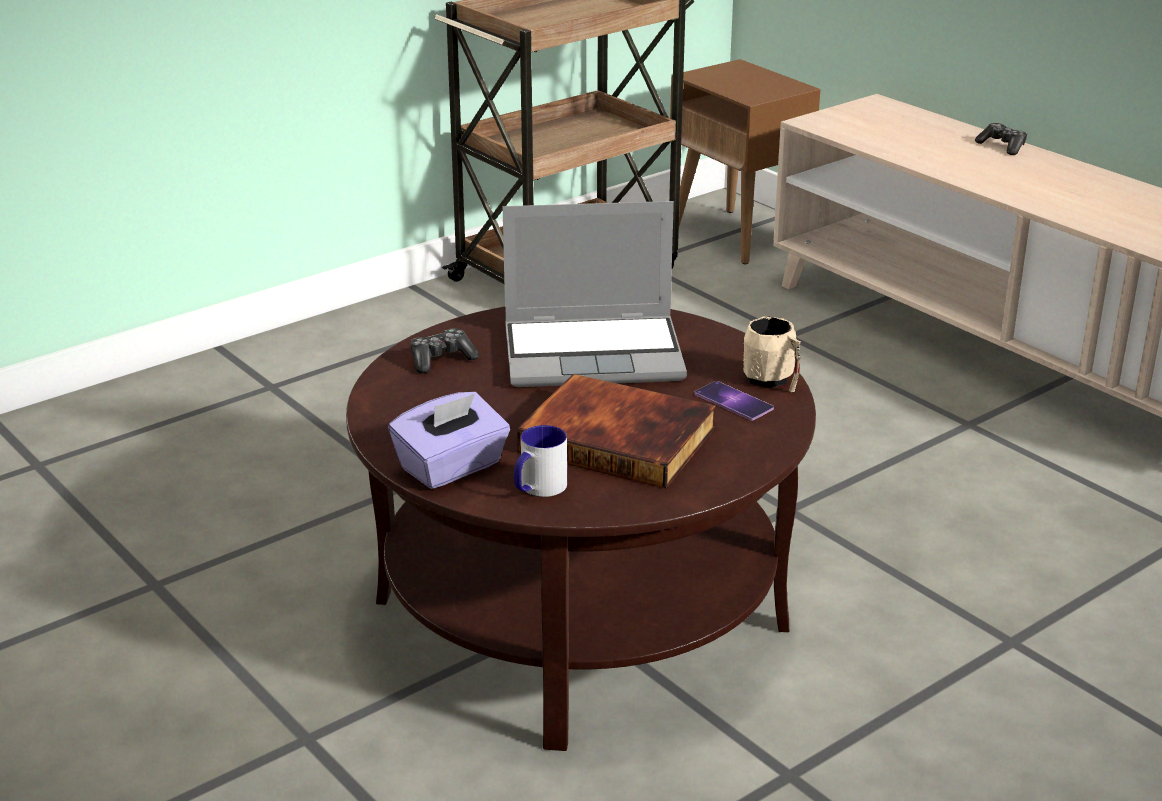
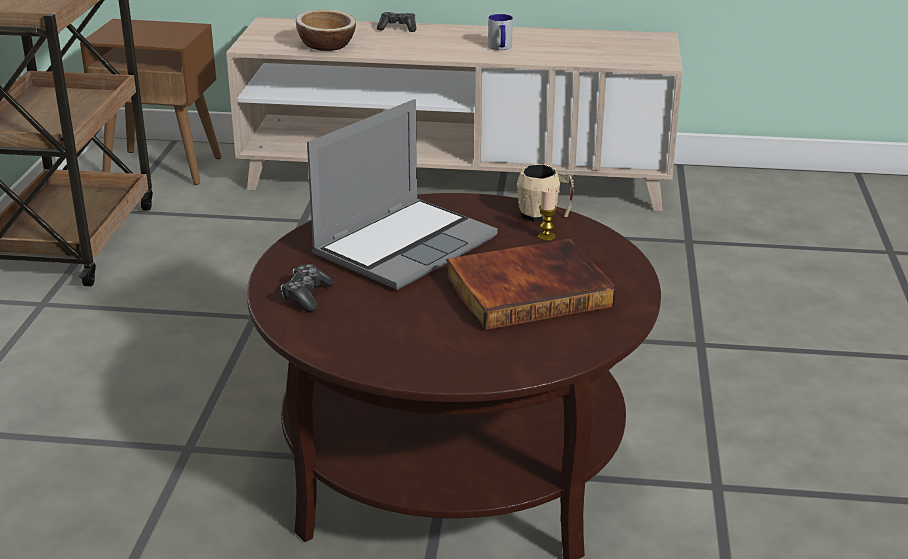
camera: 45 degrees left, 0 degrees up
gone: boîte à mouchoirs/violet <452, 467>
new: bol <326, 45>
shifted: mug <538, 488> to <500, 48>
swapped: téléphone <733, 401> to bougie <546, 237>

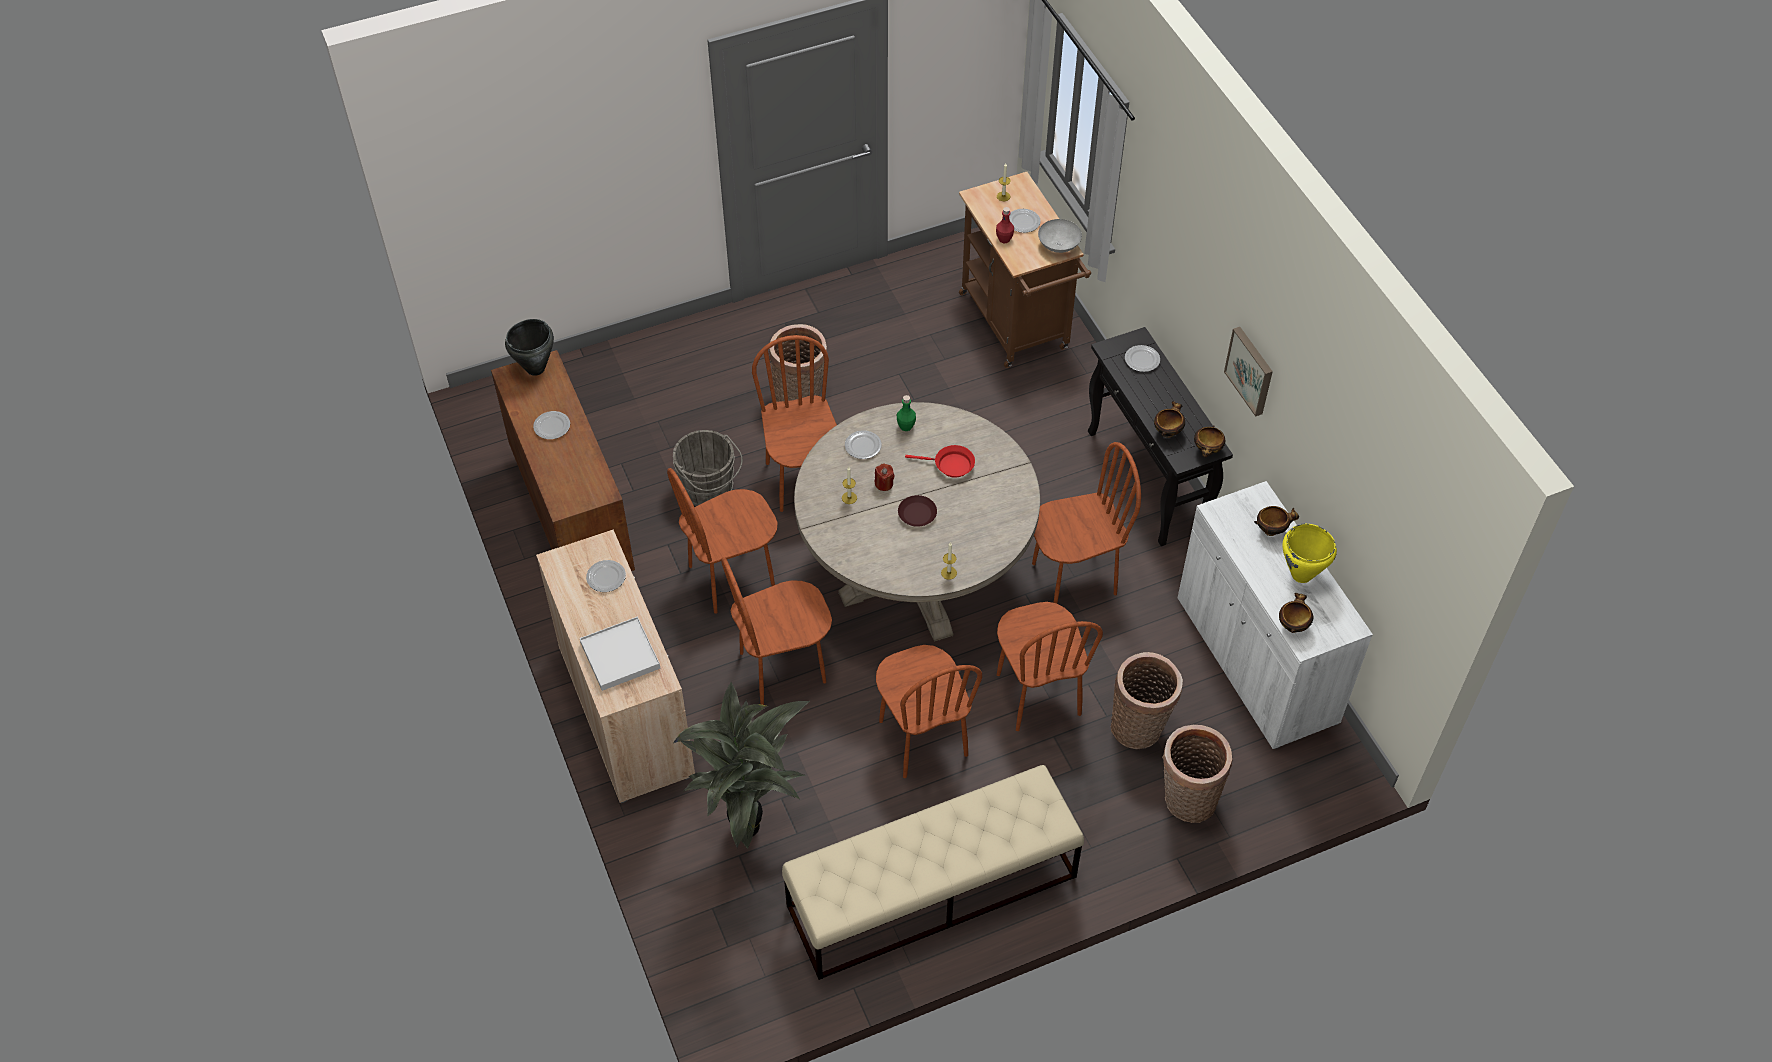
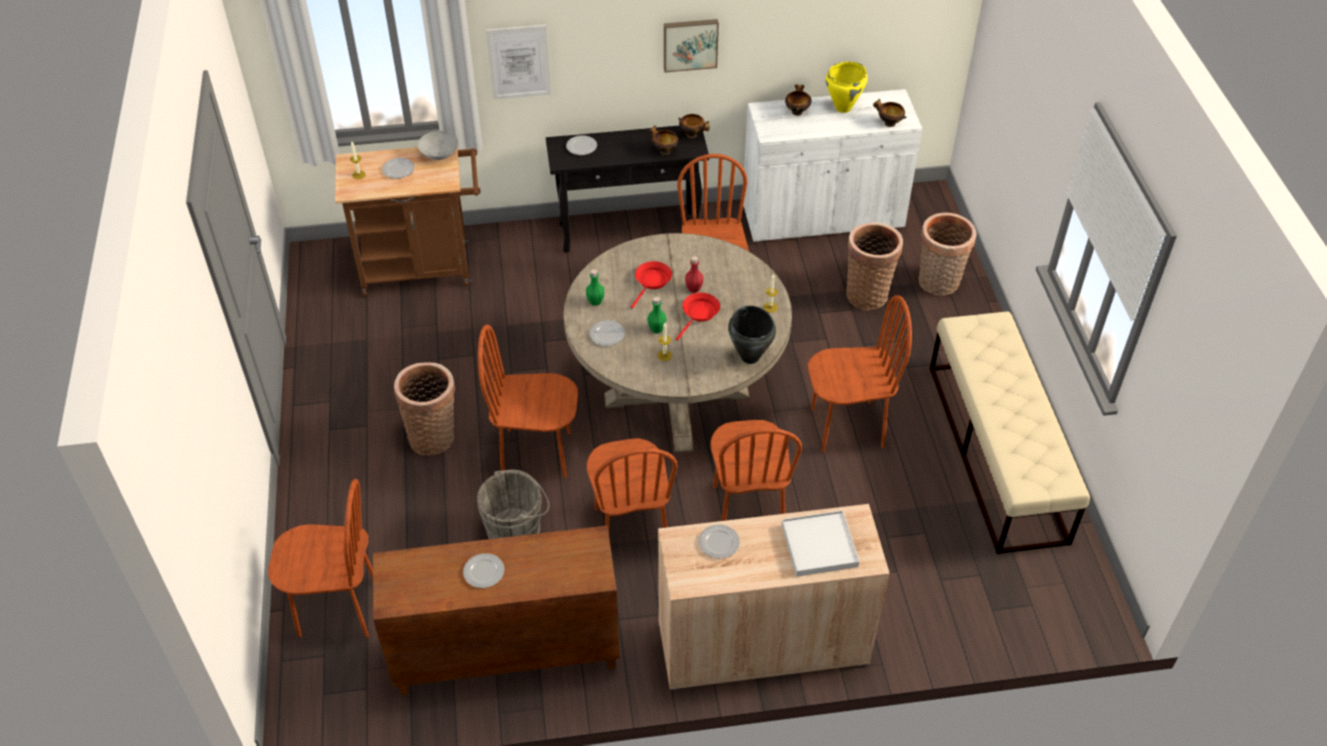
camera: 75 degrees left, 5 degrees down
gone: plante en pot <751, 830>
new: tableau <519, 62>
shifted: marmite/noir <536, 368> to <750, 356>; bouteille/rouge <1004, 239> to <694, 288>; chaise/marron <1037, 694> to <338, 608>
swapped: bougie/rouge <884, 484> to bouteille/vert <657, 329>; assiette/marron <917, 514> to poêle/rouge <699, 314>

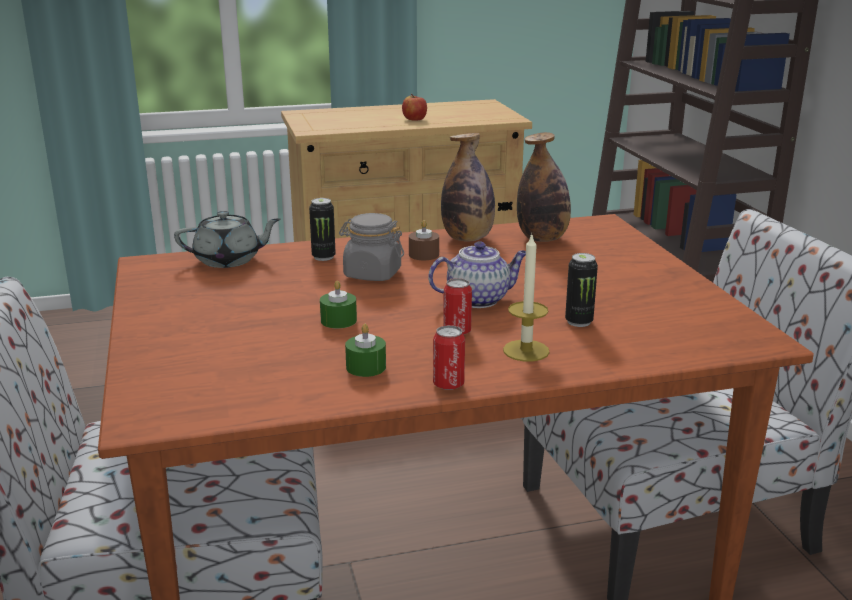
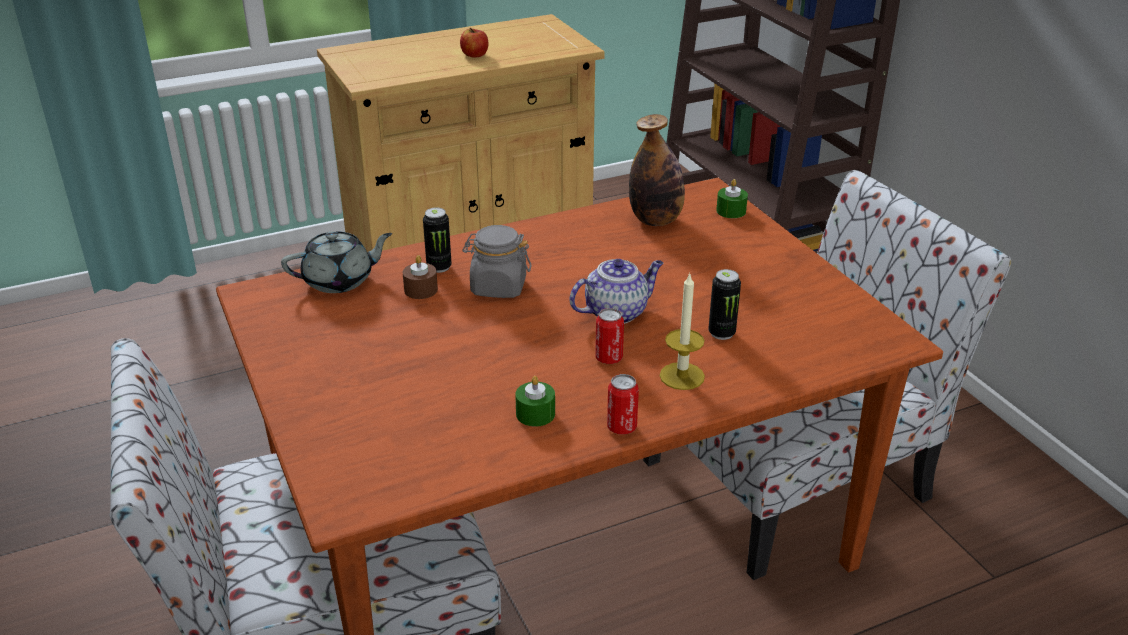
camera: 10 degrees left, 10 degrees up
gone: bouteille <467, 238>
shifted: bougie/vert <338, 320> to <731, 211>; bougie/marron <424, 255> to <421, 290>

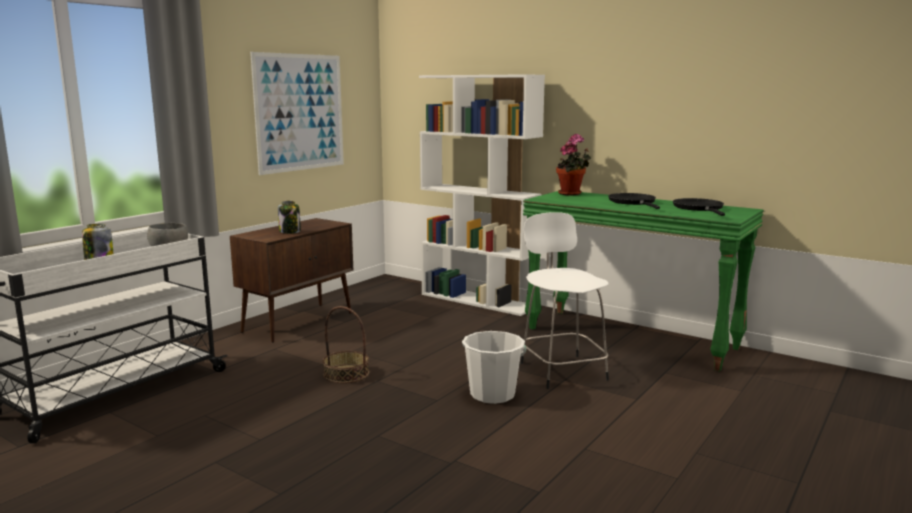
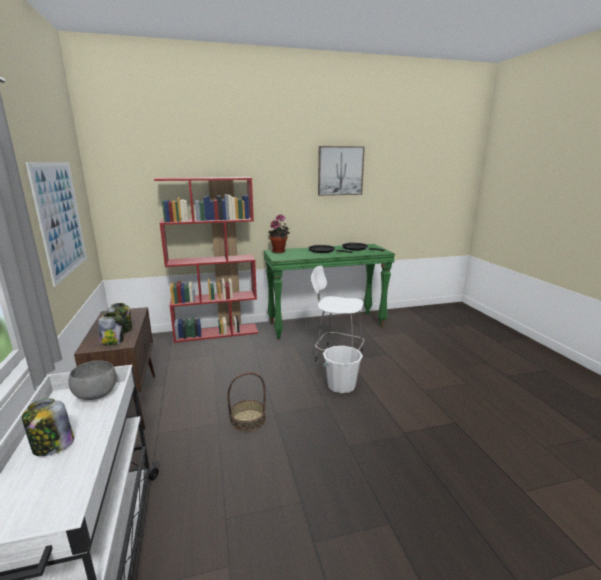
camera: 50 degrees left, 5 degrees up
new: bocal <112, 341>; tableau <340, 171>
repainted: bibliothèque/blanc <479, 300> to bibliothèque/rouge <217, 332>

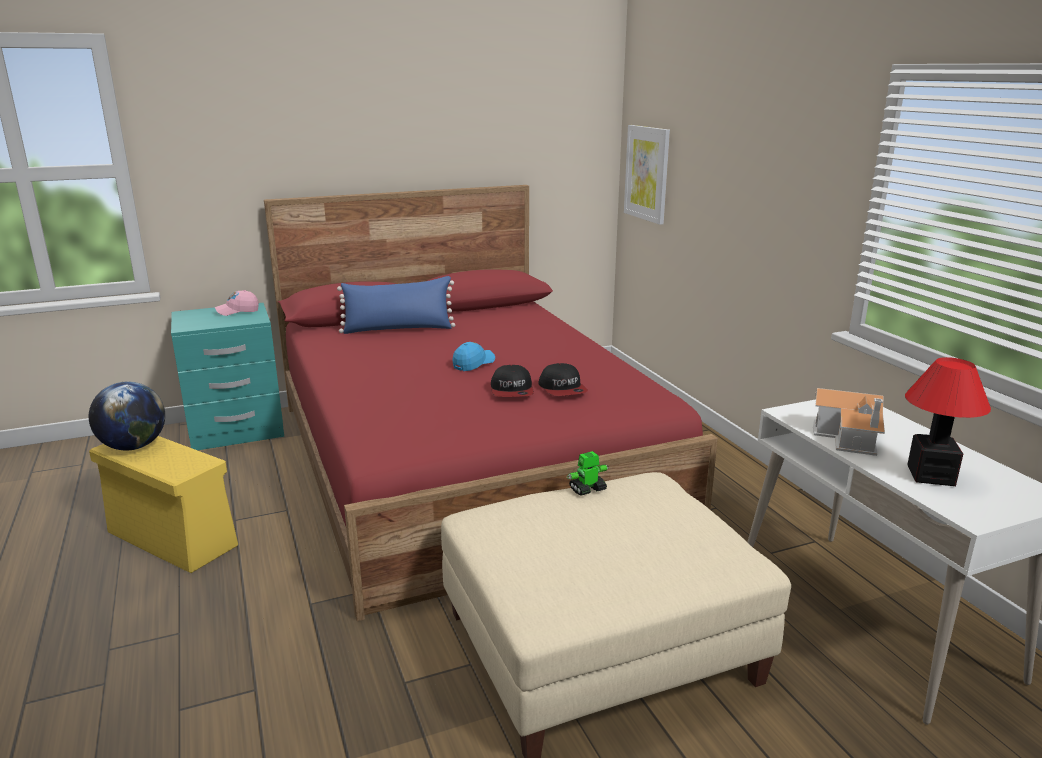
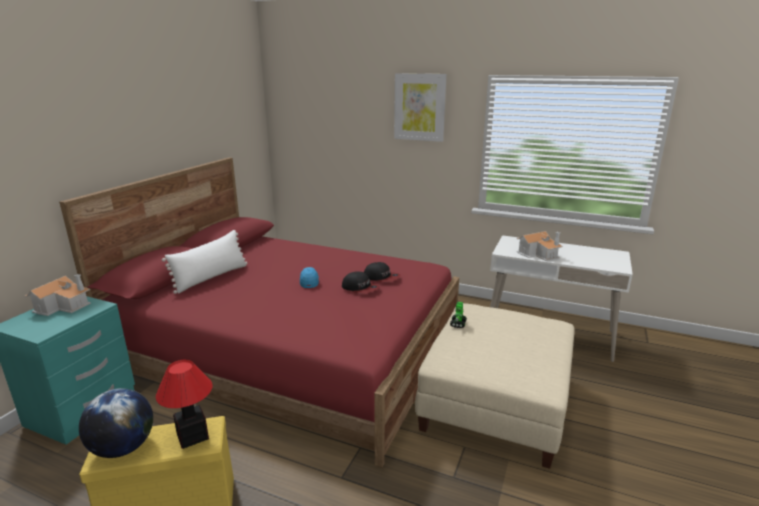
camera: 45 degrees left, 0 degrees up
shifted: tableau <647, 173> to <419, 107>; lampe de table <929, 475> to <192, 436>
swapped: casquette/rose <237, 311> to maison miniature <64, 306>
repainted: coussin/bleu <398, 329> to coussin/blanc <211, 277>

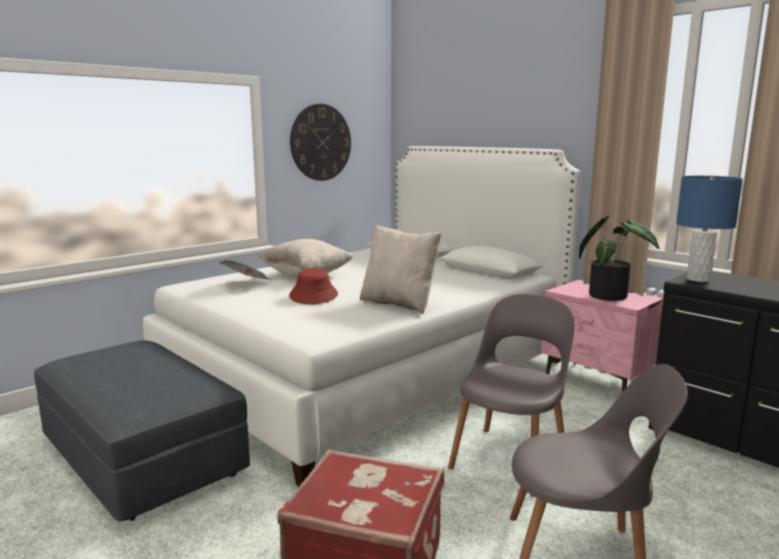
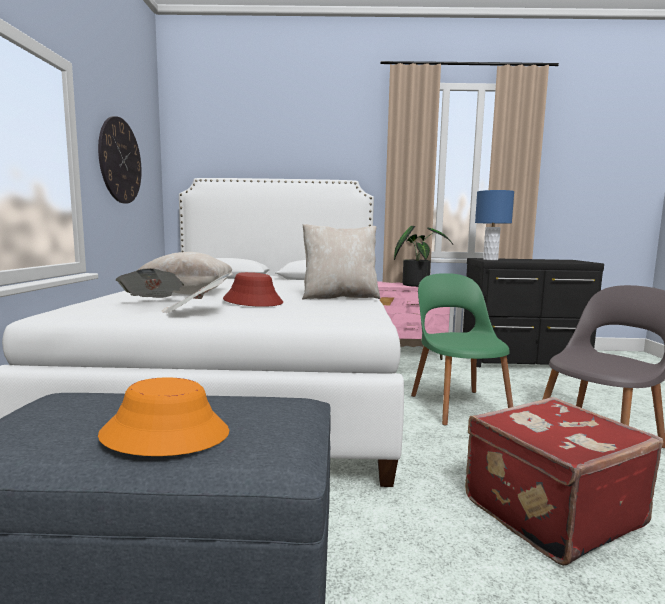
camera: 45 degrees left, 5 degrees down
new: chapeau/orange <166, 434>; journal <196, 312>
repainted: chaise/gris <510, 457> to chaise/vert <458, 405>

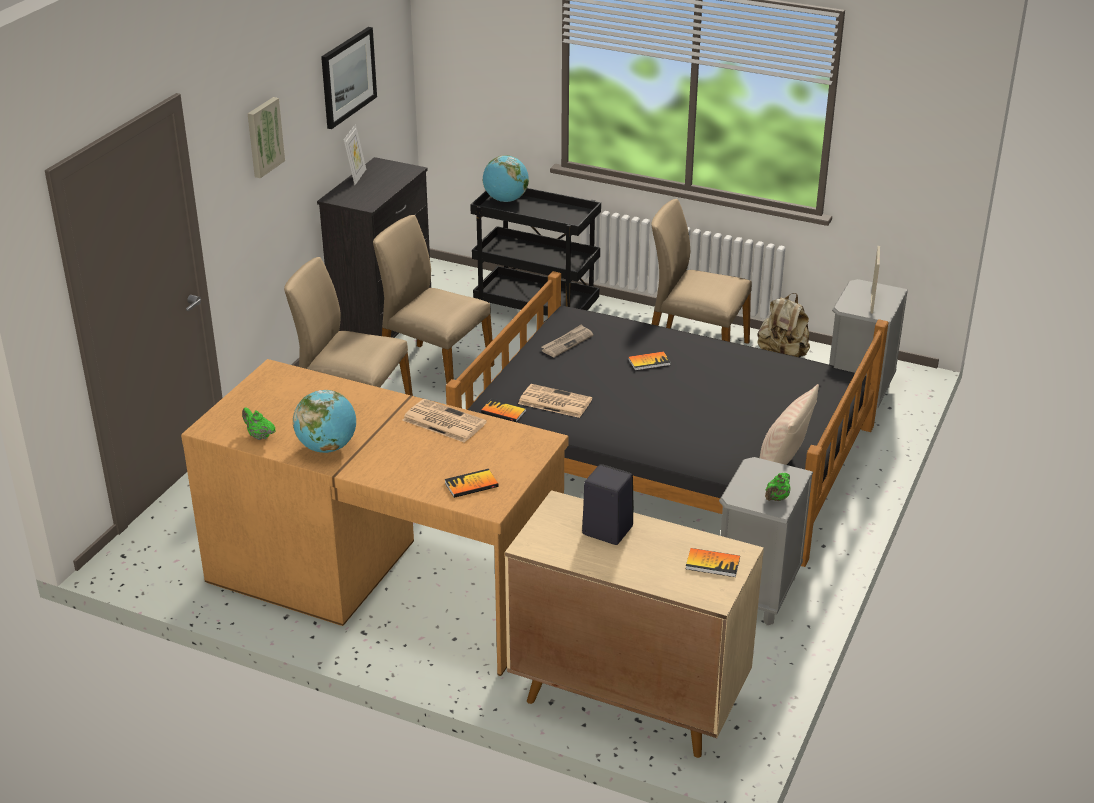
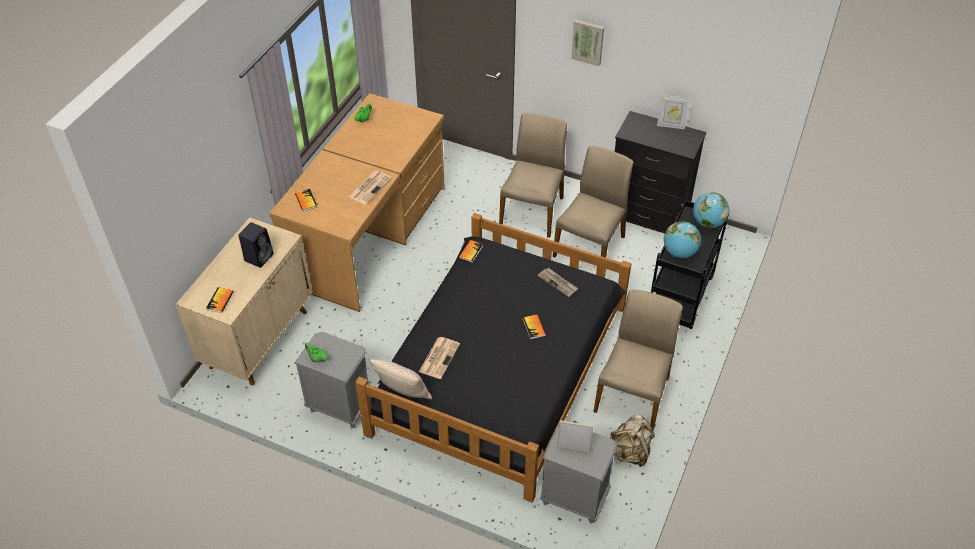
camera: 90 degrees right, 15 degrees up
gone: tableau <348, 77>
shifted: globe <327, 447> to <679, 252>; journal <553, 402> to <439, 357>

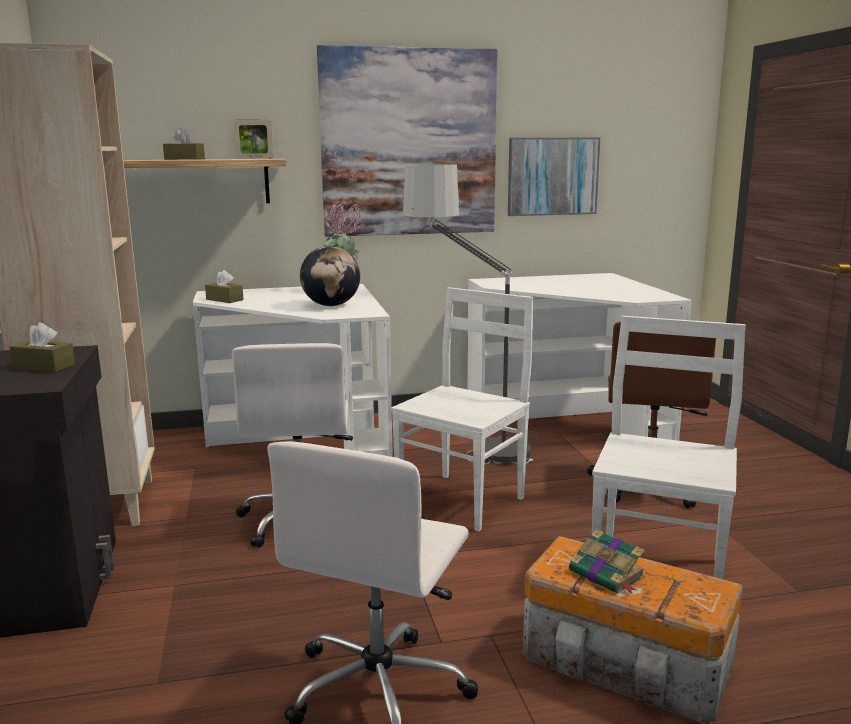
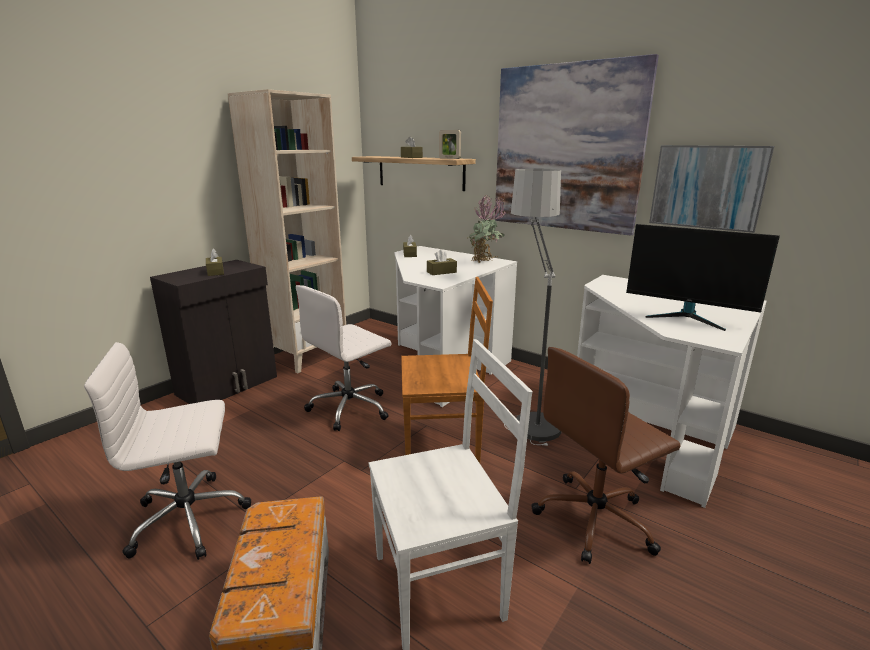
camera: 50 degrees right, 5 degrees up
gone: livre <607, 575>
new: écran d'ordinateur <687, 317>
swapped: globe <331, 305> to boîte à mouchoirs/marron <441, 272>
repainted: chaise/blanc <463, 500> to chaise/marron <443, 446>

